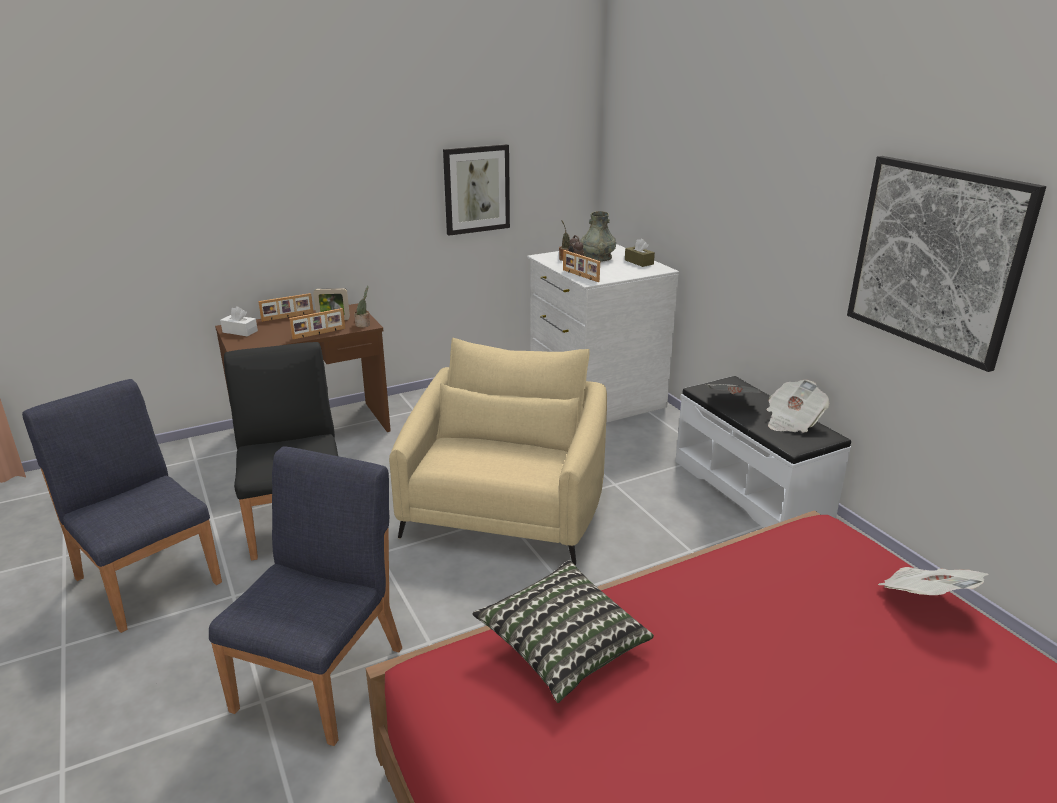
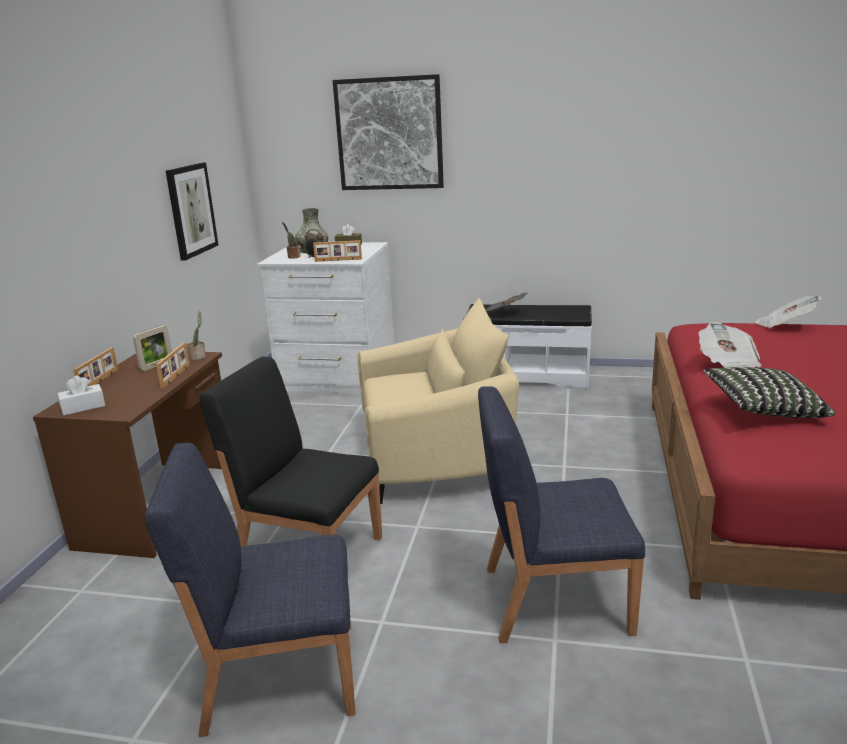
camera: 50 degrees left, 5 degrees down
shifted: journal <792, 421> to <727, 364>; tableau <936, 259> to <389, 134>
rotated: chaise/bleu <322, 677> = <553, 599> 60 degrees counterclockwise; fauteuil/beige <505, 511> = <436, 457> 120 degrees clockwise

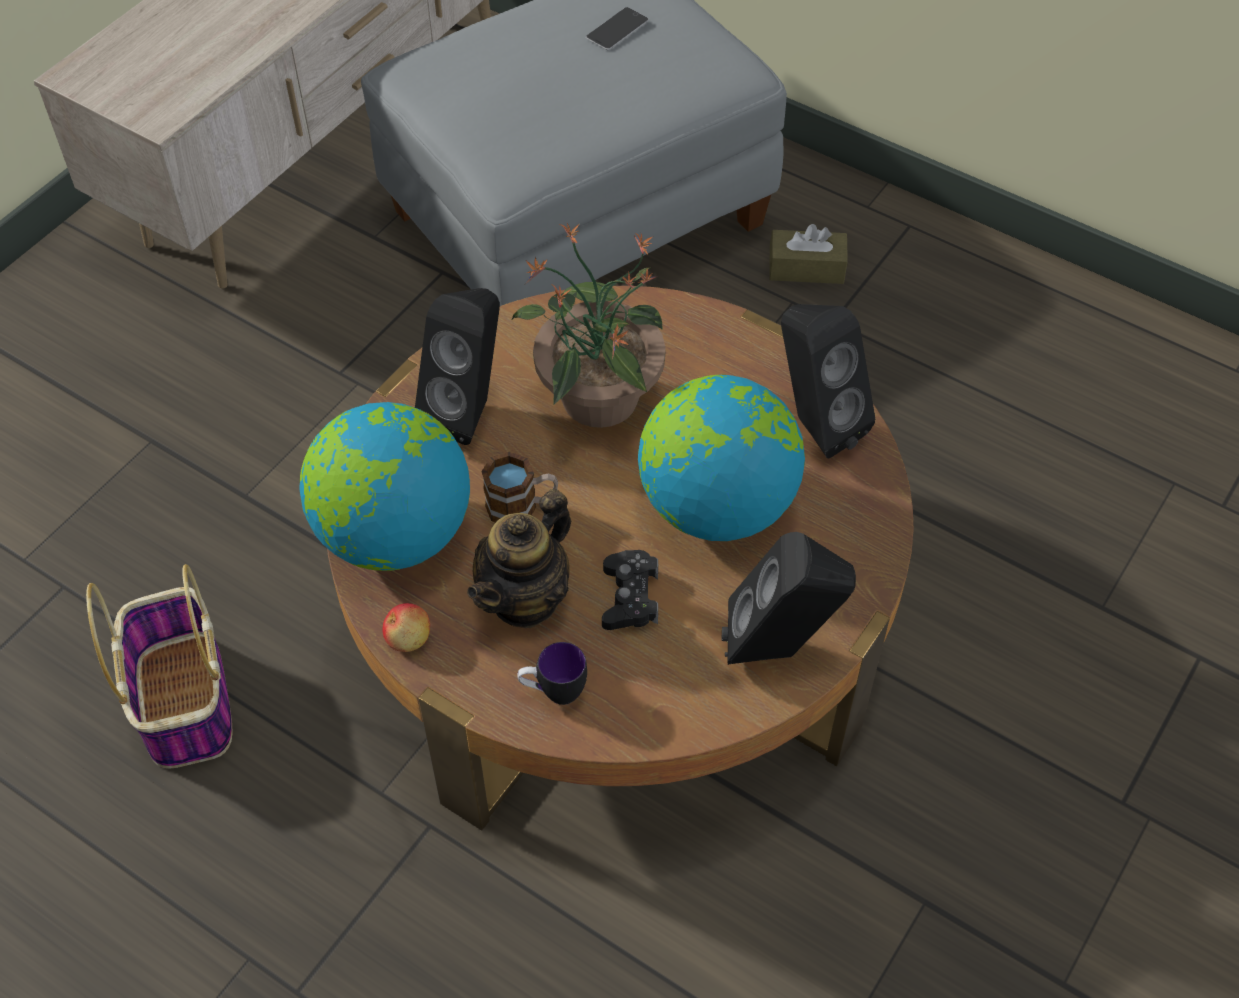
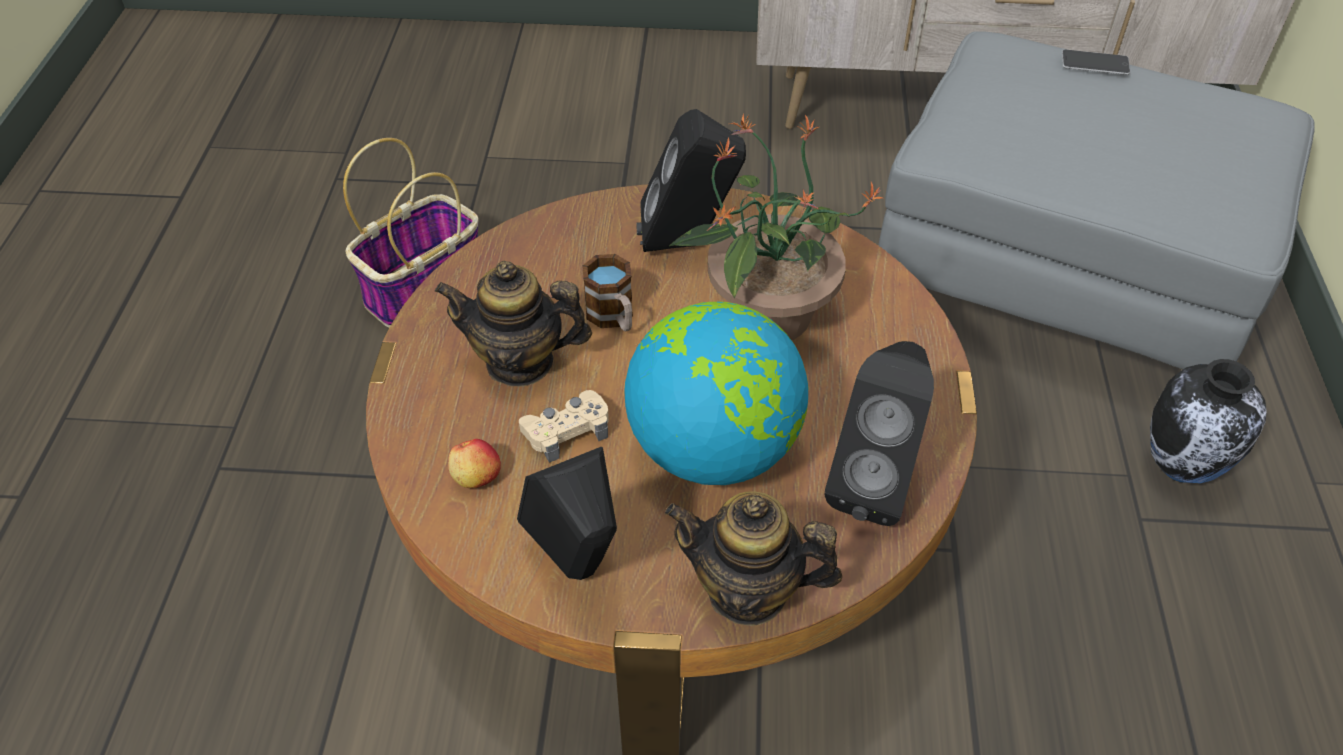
camera: 60 degrees right, 5 degrees down
gone: globe <394, 534>; mug <553, 692>
new: théière <748, 591>
shifted: pomme <409, 638> to <476, 476>; téléphone <617, 29> to <1095, 63>
swapped: boîte à mouchoirs/marron <806, 268> to vase <1181, 467>
repainted: manette/noir <630, 597> to manette/beige <567, 430>

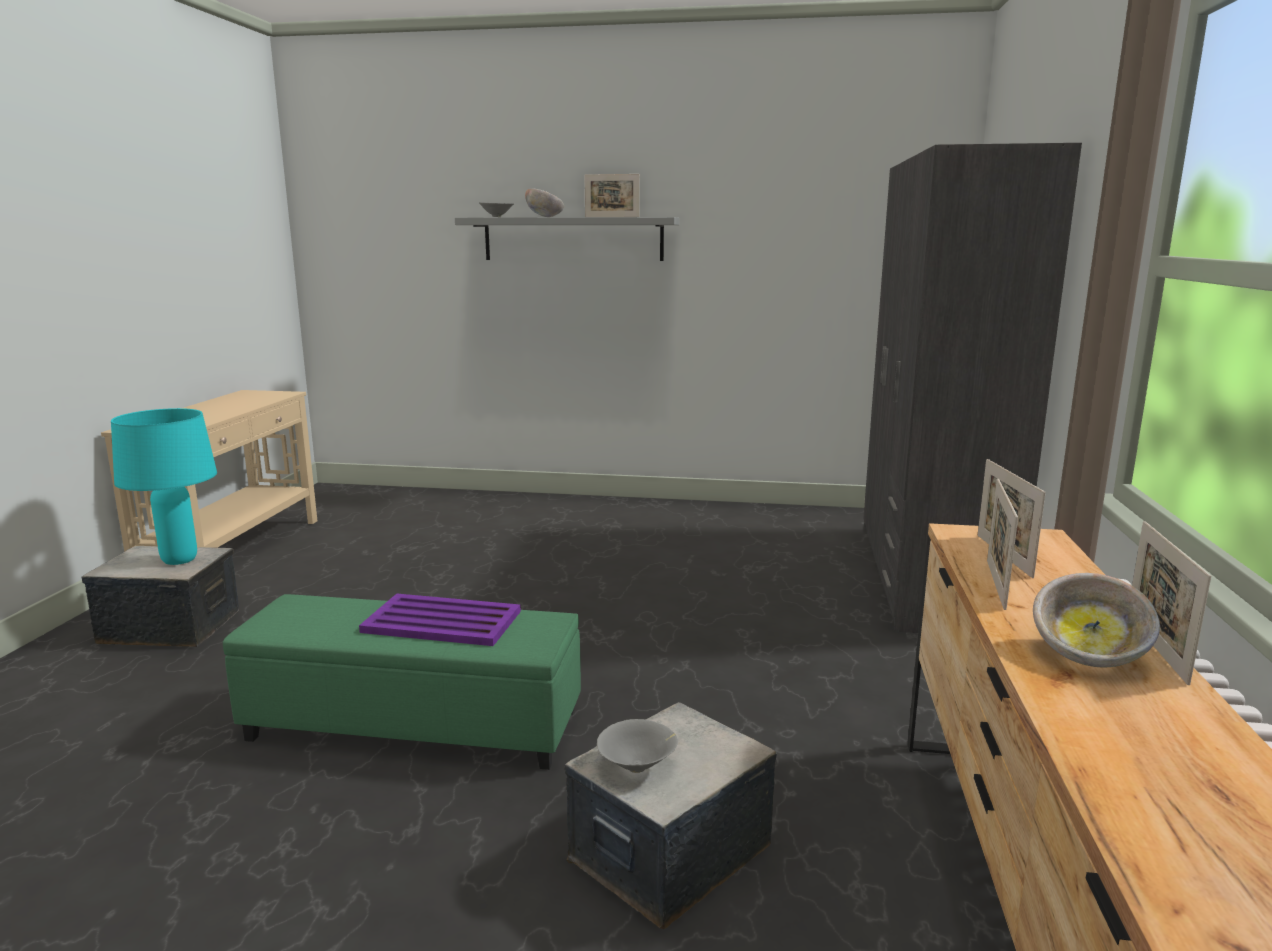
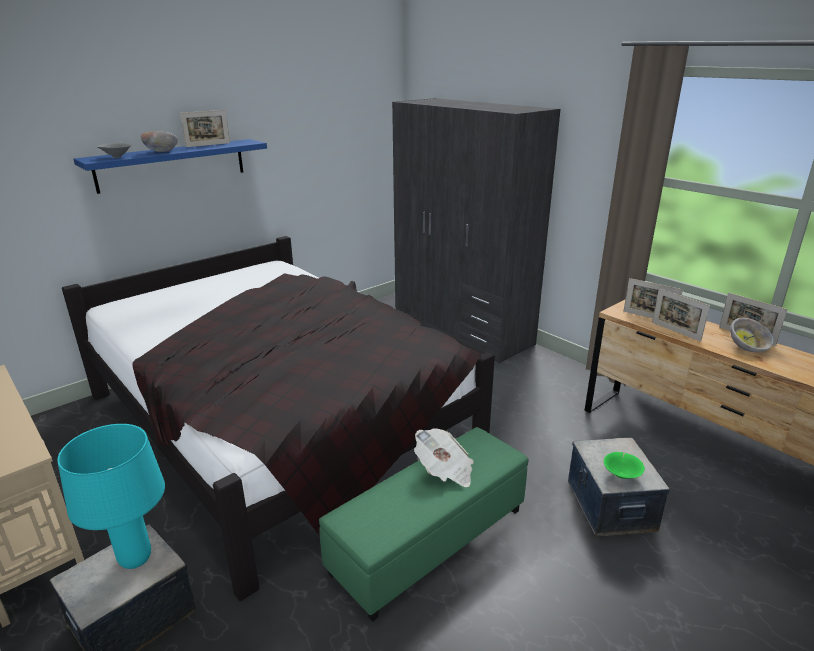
camera: 50 degrees left, 10 degrees up
new: lit/noir <279, 420>
swapped: plateau/violet <443, 622> to journal <444, 470>
repainted: étagère/gris <573, 239> to étagère/bleu <172, 165>; bol/gris <638, 767> to bol/vert <621, 475>

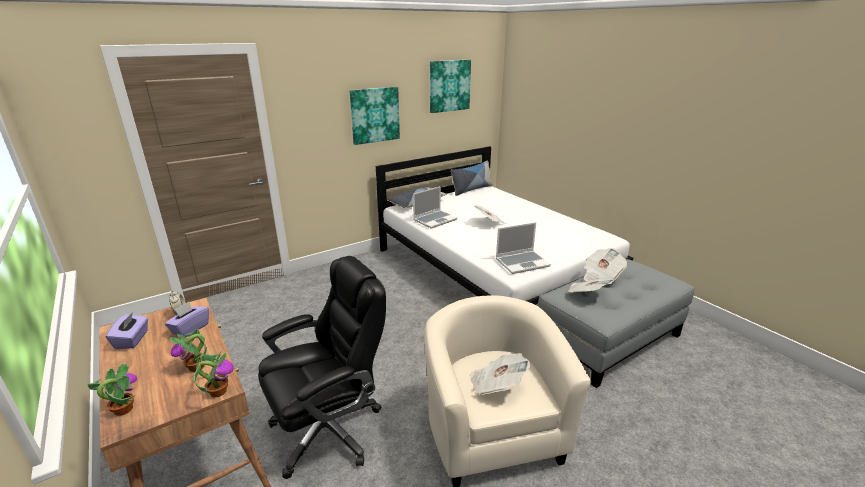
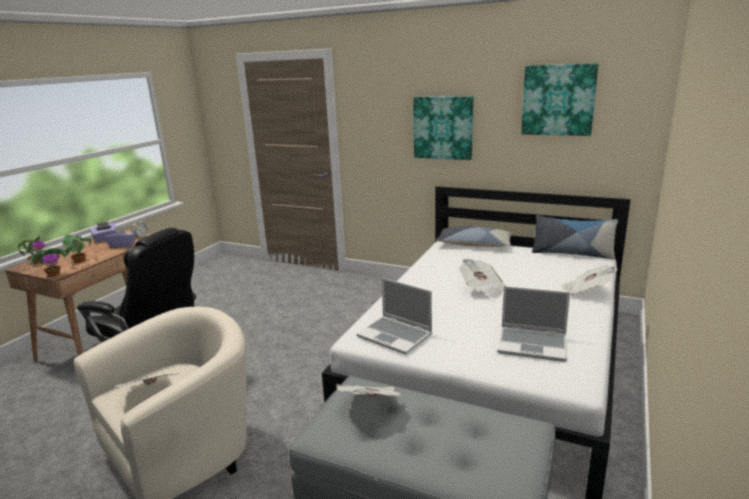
camera: 60 degrees right, 5 degrees down
shifted: ordinateur portable <435, 220> to <533, 345>; journal <601, 276> to <586, 291>

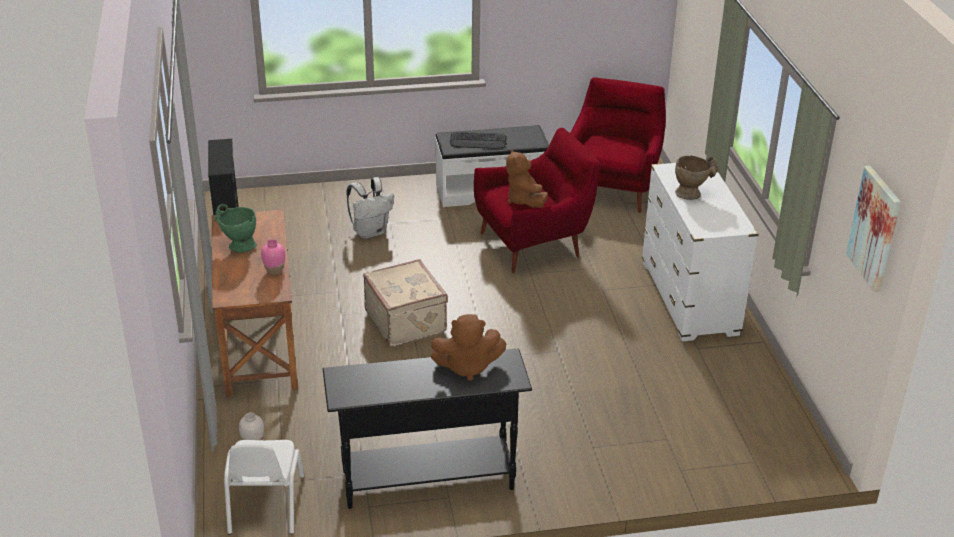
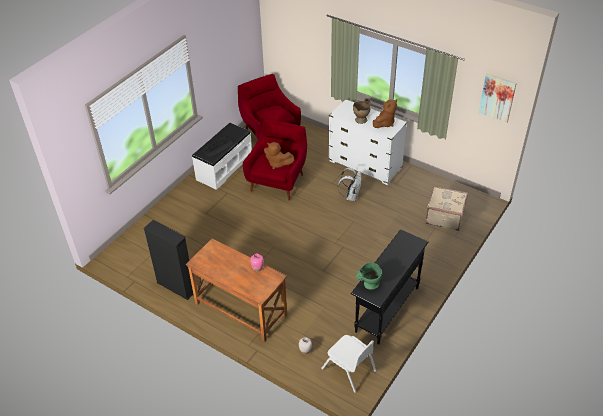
camera: 45 degrees left, 10 degrees up
shifted: vase/vert <237, 246> to <369, 285>; sac à dos/blanc <370, 231> to <351, 196>; valise/beige <406, 321> to <444, 216>; peluche/marron <467, 367> to <384, 123>

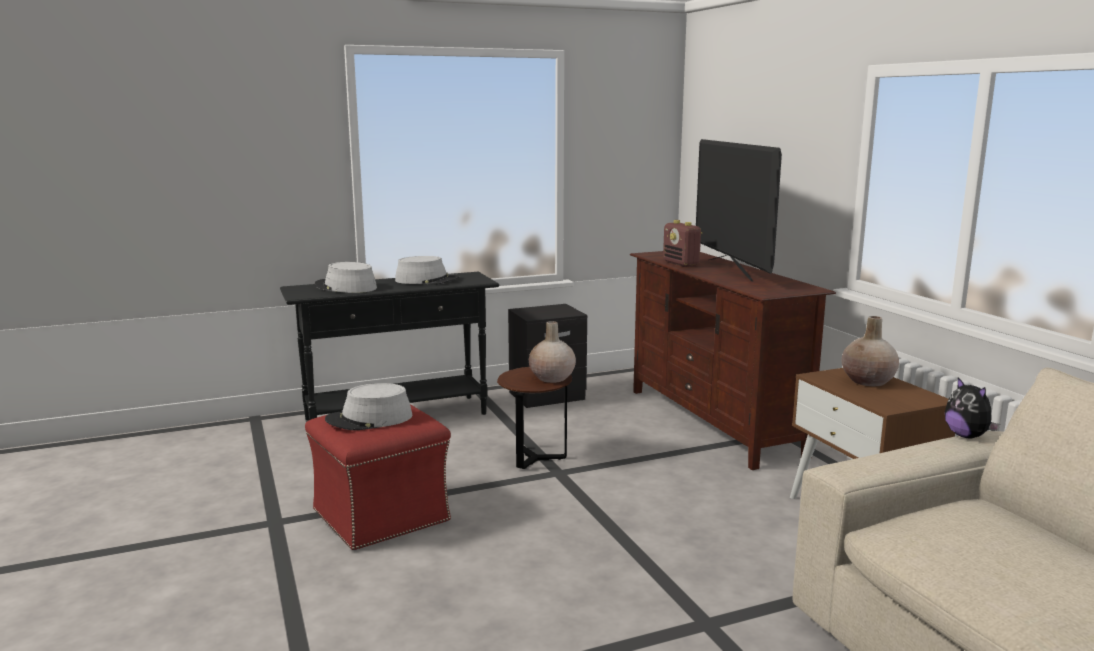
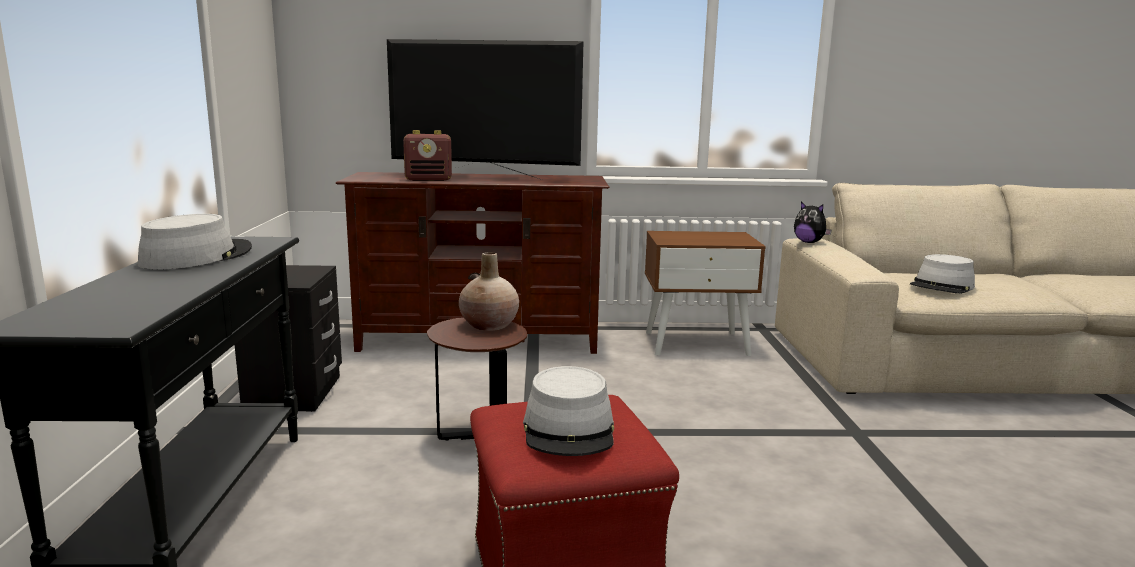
camera: 70 degrees left, 0 degrees up
gone: vase/beige <868, 381>
shifted: chapeau/gris <345, 287> to <942, 286>
rotated: peluche <967, 436> = <809, 242> 45 degrees clockwise

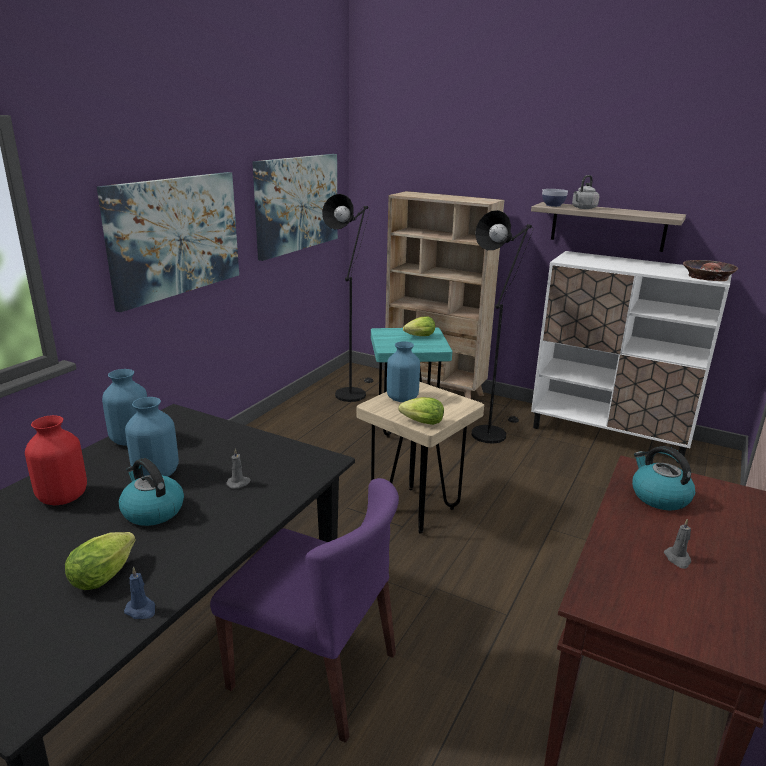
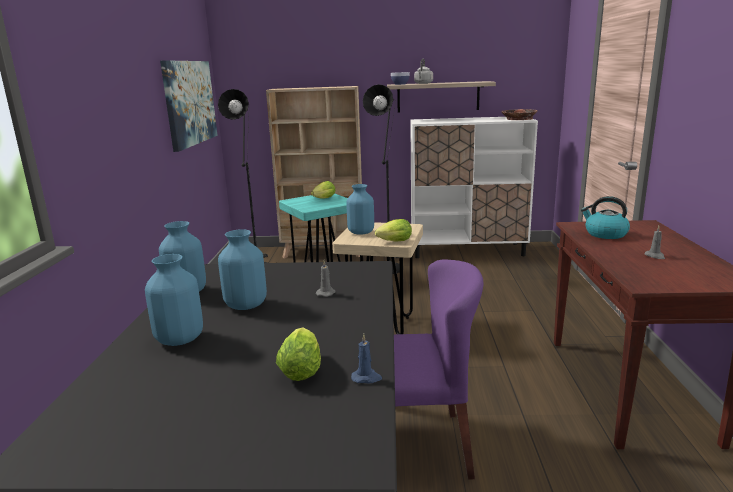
camera: 25 degrees left, 5 degrees down
gone: tableau <175, 236>; bouilloire <152, 511>
repainted: vase/rouge <62, 497> to vase/bleu <179, 339>

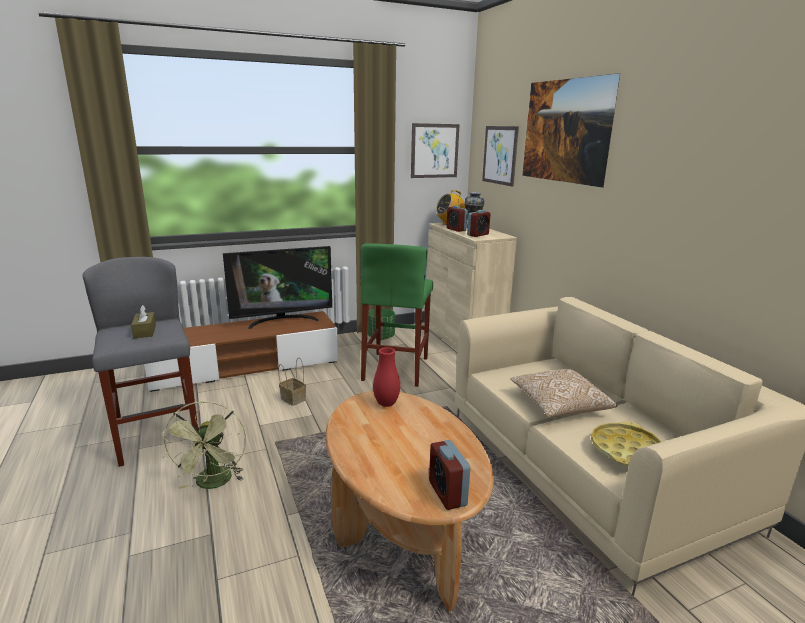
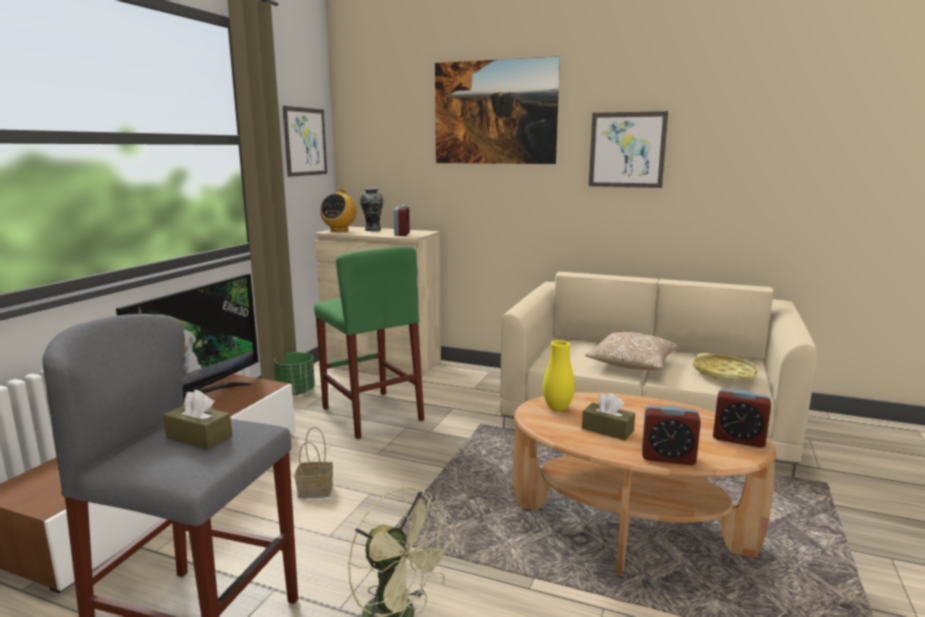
camera: 45 degrees left, 5 degrees down
new: boîte à mouchoirs/marron <607, 430>
shifted: réveil <456, 229> to <668, 457>; tableau <499, 155> to <627, 150>
repainted: vase/rouge <386, 404> to vase/jaune <557, 408>

